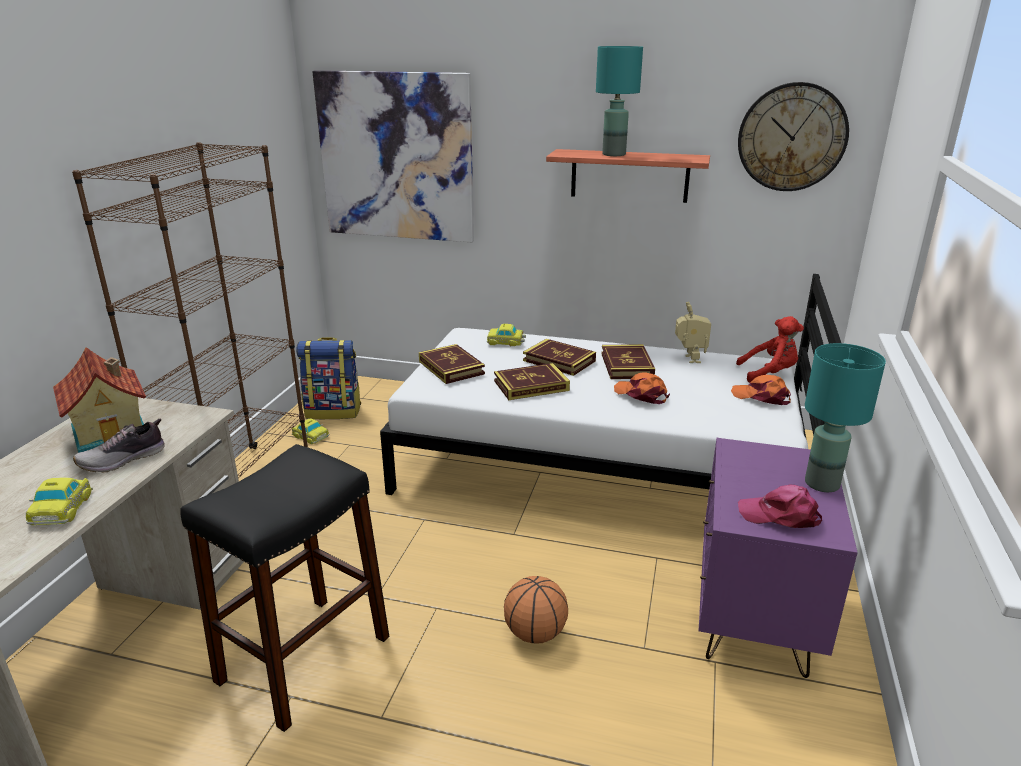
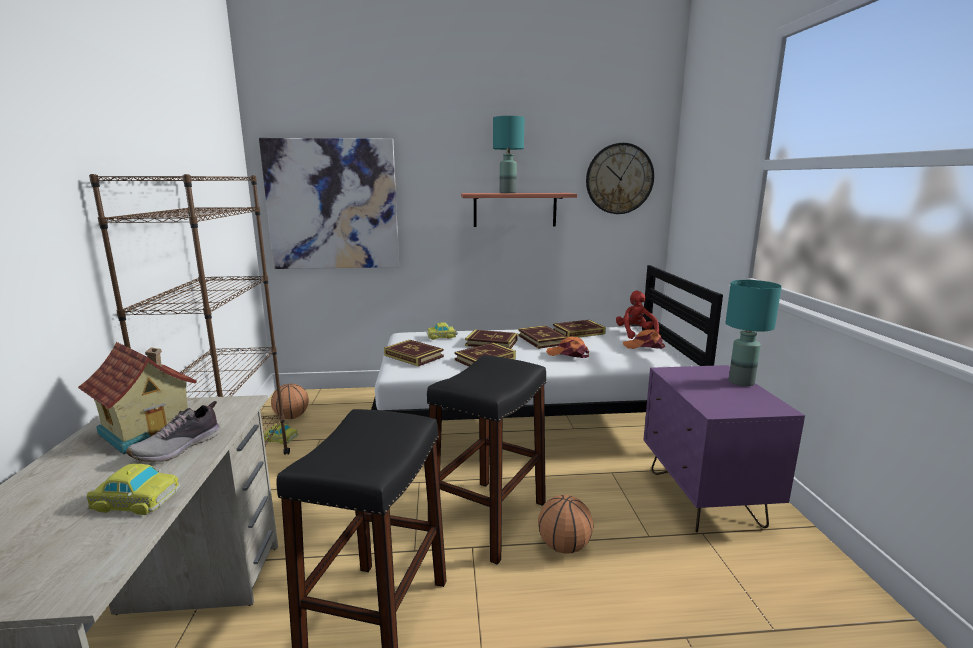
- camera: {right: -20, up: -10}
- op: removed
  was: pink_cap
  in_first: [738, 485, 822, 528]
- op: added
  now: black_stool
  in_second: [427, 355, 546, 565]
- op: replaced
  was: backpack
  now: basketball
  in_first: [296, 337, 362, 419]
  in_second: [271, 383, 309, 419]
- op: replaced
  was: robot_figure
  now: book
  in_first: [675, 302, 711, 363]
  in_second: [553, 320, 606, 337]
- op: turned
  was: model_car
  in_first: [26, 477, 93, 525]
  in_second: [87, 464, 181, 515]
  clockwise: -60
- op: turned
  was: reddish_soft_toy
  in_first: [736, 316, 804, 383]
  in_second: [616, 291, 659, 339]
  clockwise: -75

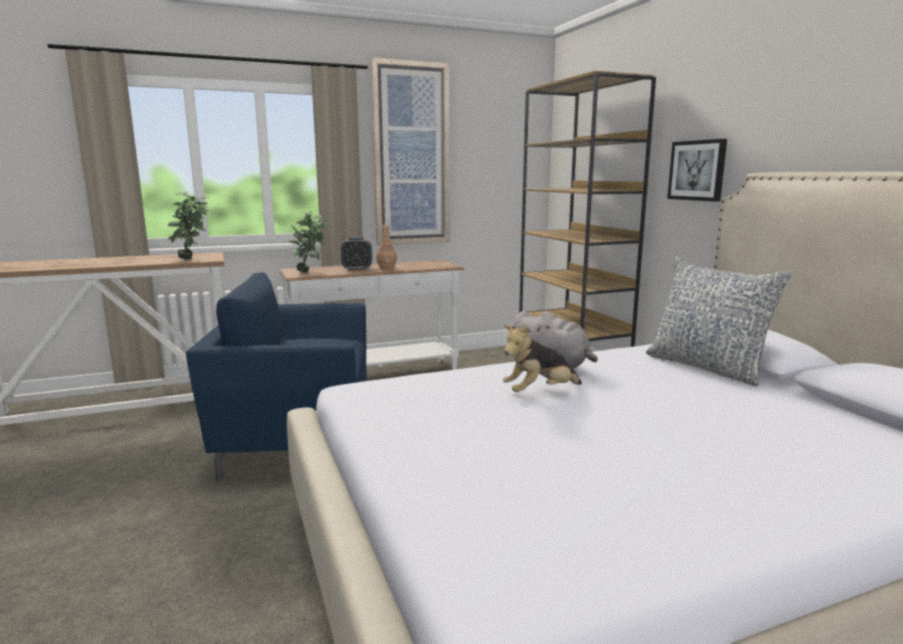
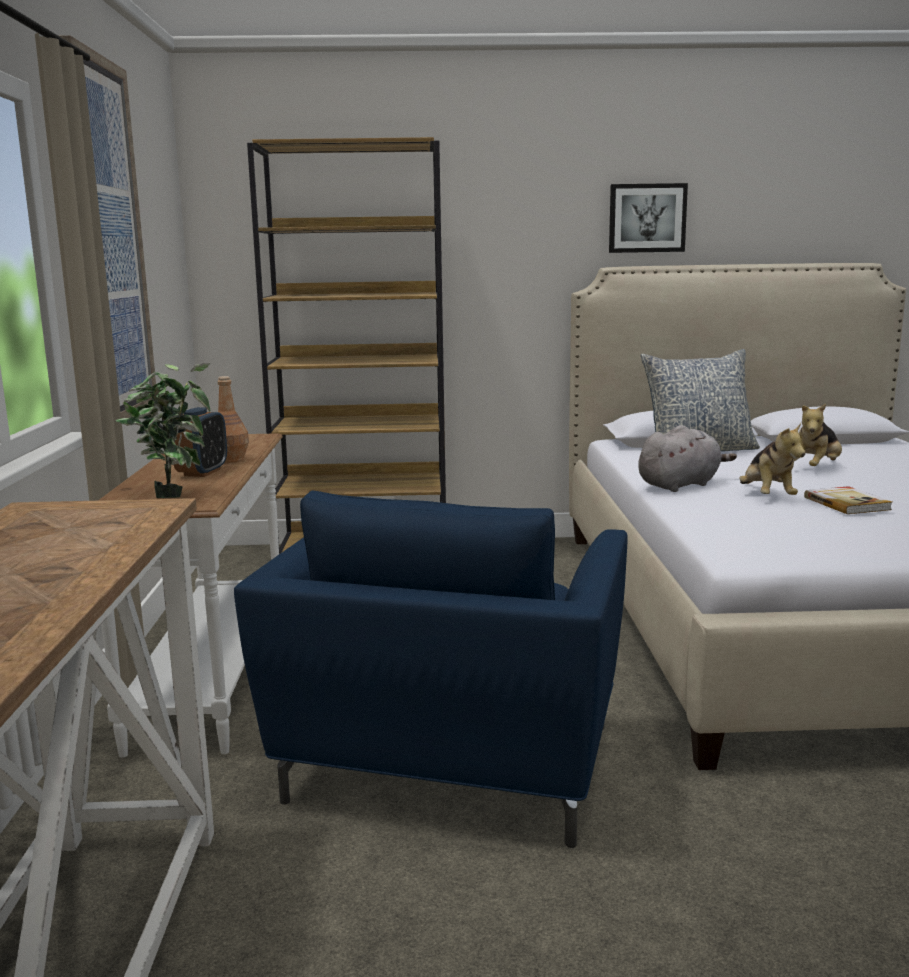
- camera: {right: -70, up: 0}
- op: removed
  was: houseplant
  in_first: [167, 192, 208, 259]
- op: added
  now: soft_toy
  in_second: [794, 404, 842, 466]
- op: added
  now: book
  in_second: [804, 486, 892, 514]
- op: moved
  was: picture
  in_first: [667, 139, 727, 202]
  in_second: [609, 183, 688, 253]

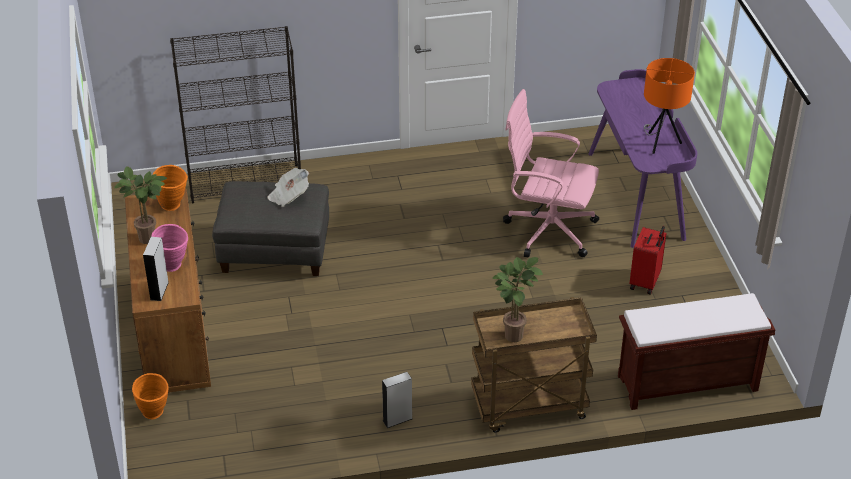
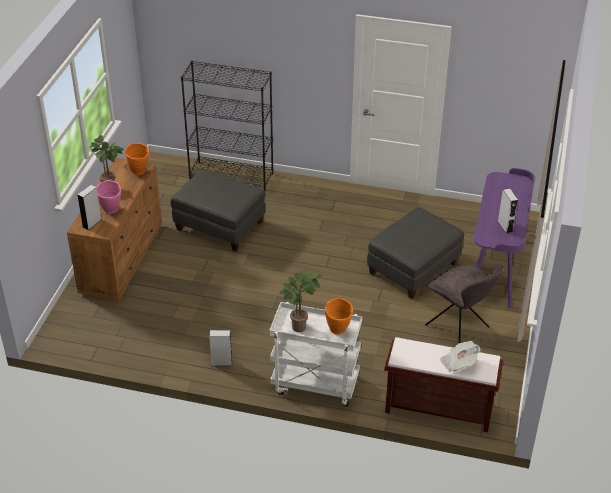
- camera: {right: 25, up: 0}
- op: moved
  was: orange_decorative_vase
  in_first: [132, 373, 169, 419]
  in_second: [325, 298, 353, 335]
- op: moved
  was: daily_paper
  in_first: [268, 168, 309, 207]
  in_second: [440, 341, 481, 372]
- op: replaced
  was: pink_office_chair
  now: greyish_pouffe
  in_first: [503, 89, 599, 258]
  in_second: [367, 207, 464, 299]
- op: replaced
  was: reddish_travel_case
  now: greyish_upright_chair
  in_first: [630, 226, 666, 294]
  in_second: [425, 264, 503, 343]
- op: replaced
  was: orange_table_lamp
  now: greyish_speaker
  in_first: [644, 58, 695, 154]
  in_second: [498, 188, 518, 234]
- op: recoloured
  was: brown-coloured_wheeled_cart
  now: white_wheeled_cart
  in_first: [471, 297, 597, 433]
  in_second: [269, 302, 362, 407]

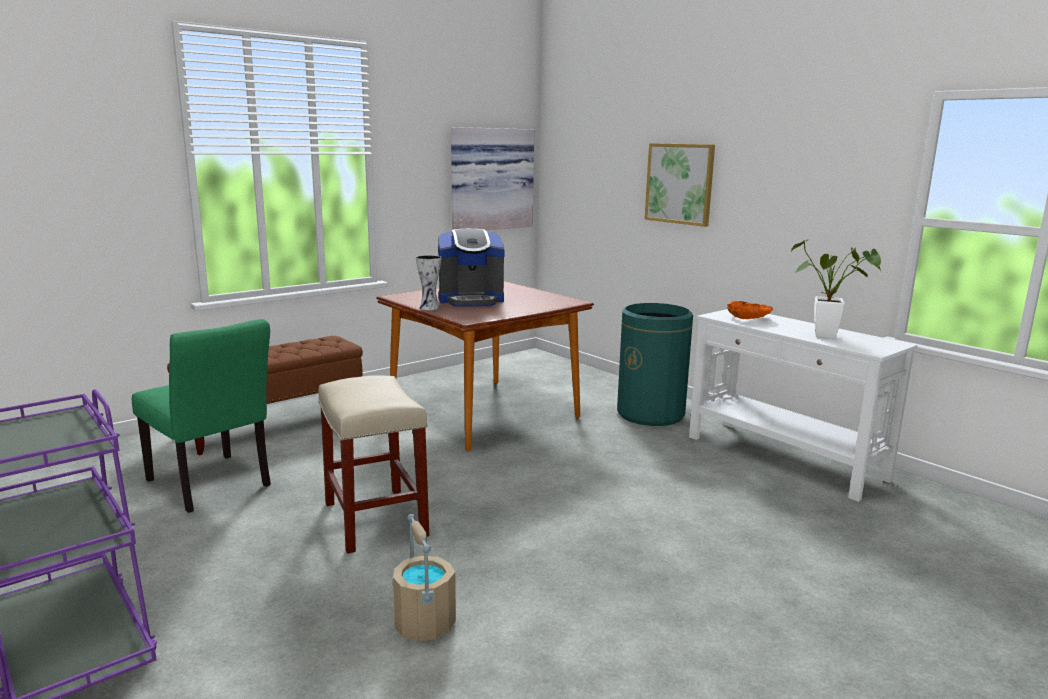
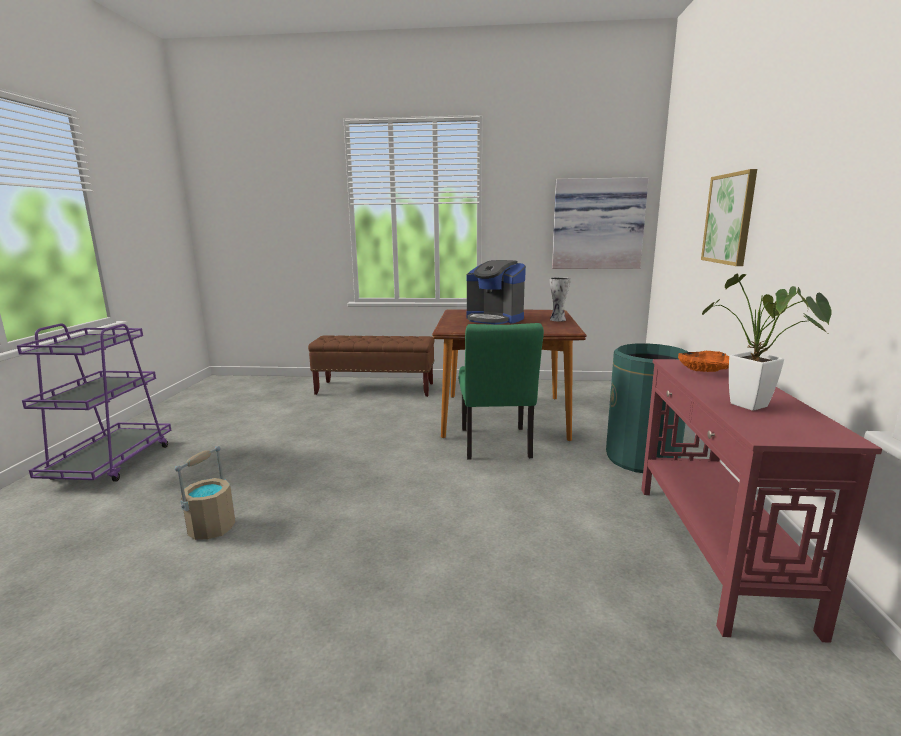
- camera: {right: 45, up: 0}
- op: removed
  was: sand-coloured_stool
  in_first: [318, 375, 429, 554]
- op: moved
  was: green_upright_chair
  in_first: [132, 319, 271, 513]
  in_second: [459, 323, 544, 460]
- op: moved
  was: decorative_vase
  in_first: [416, 255, 441, 310]
  in_second: [550, 277, 571, 321]
- op: recoloured
  was: white_console_table
  now: reddish_console_table
  in_first: [689, 309, 918, 502]
  in_second: [641, 359, 882, 643]

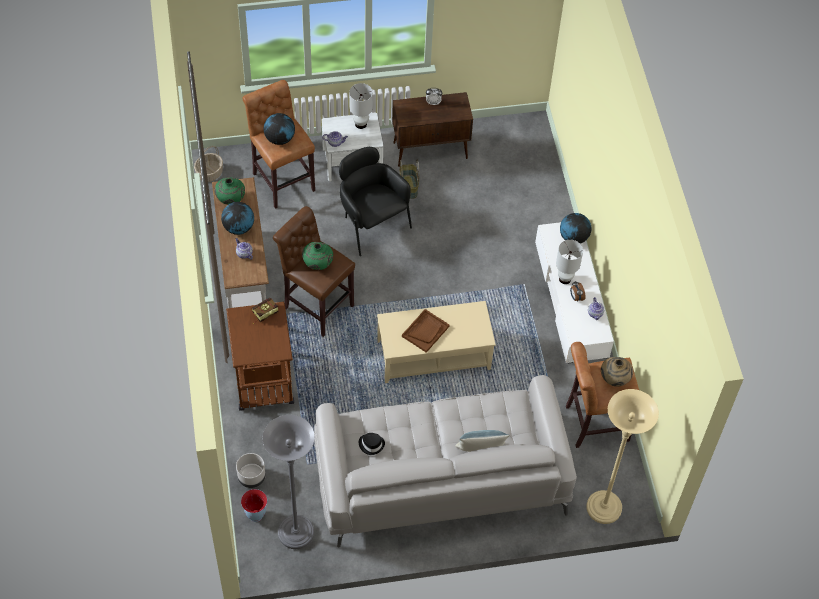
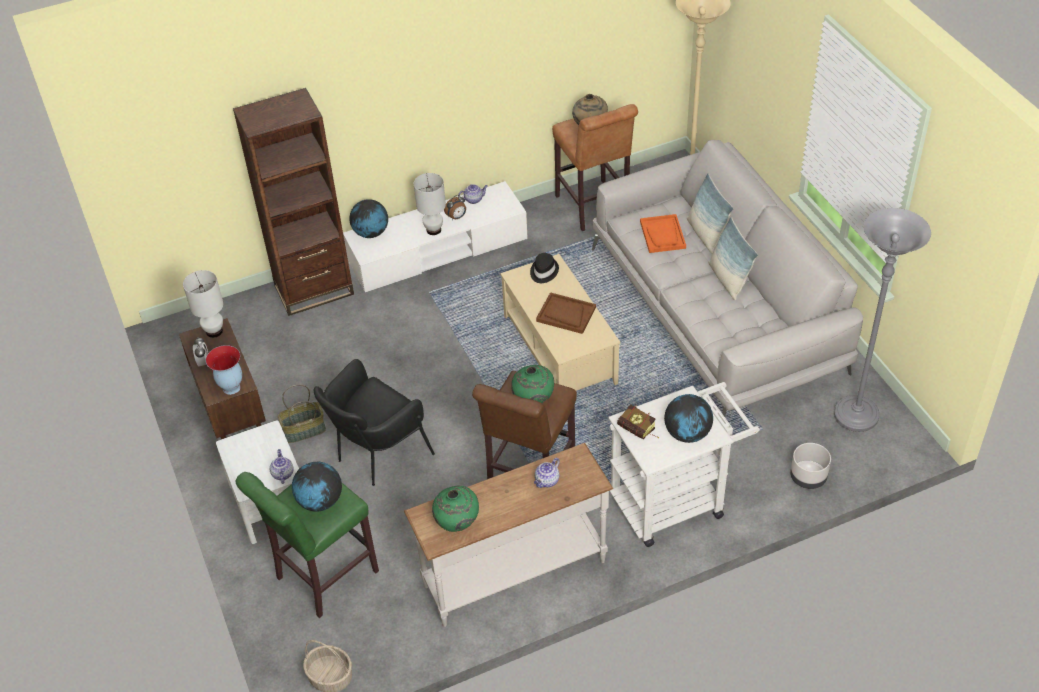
- camera: {right: -100, up: -10}
- op: added
  now: brown-coloured_bookshelf
  in_second: [233, 88, 354, 316]
- op: added
  now: orange_serving_tray
  in_second: [640, 214, 686, 253]
- op: added
  now: throw_pillow
  in_second: [708, 217, 758, 300]
- op: moved
  was: desk_globe
  in_first: [221, 202, 254, 235]
  in_second: [664, 394, 713, 443]
- op: moved
  was: decorative_vase
  in_first: [241, 489, 267, 522]
  in_second: [206, 345, 242, 395]
- op: moved
  was: white_table_lamp
  in_first: [349, 83, 373, 129]
  in_second: [183, 270, 223, 338]
- op: moved
  was: black_clothing_hat
  in_first: [359, 433, 385, 455]
  in_second: [530, 253, 559, 283]
- op: recoloured
  was: brown-coloured_wheeled_cart
  now: white_wheeled_cart
  in_first: [226, 302, 294, 410]
  in_second: [608, 382, 760, 547]
- op: recoloured
  was: brown-coloured_stool
  now: green_stool
  in_first: [242, 80, 315, 209]
  in_second: [235, 472, 379, 618]

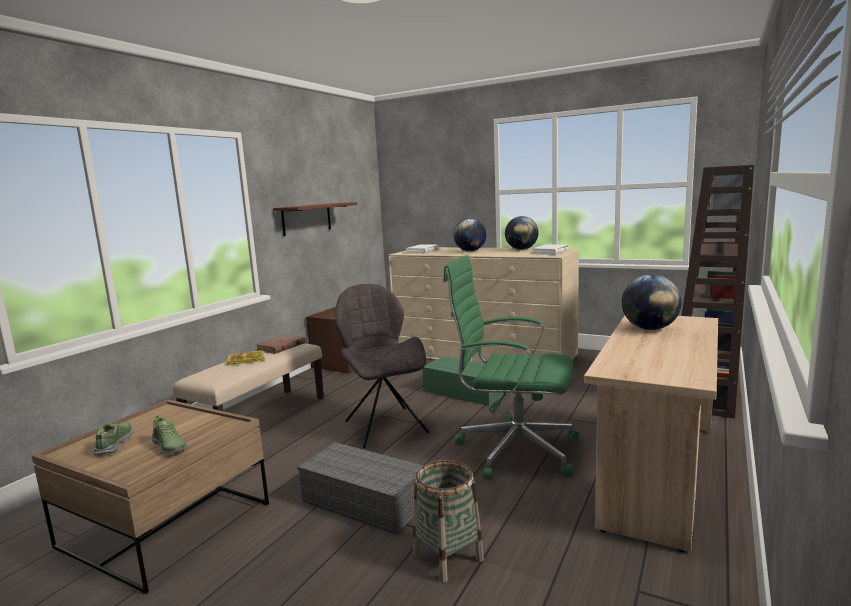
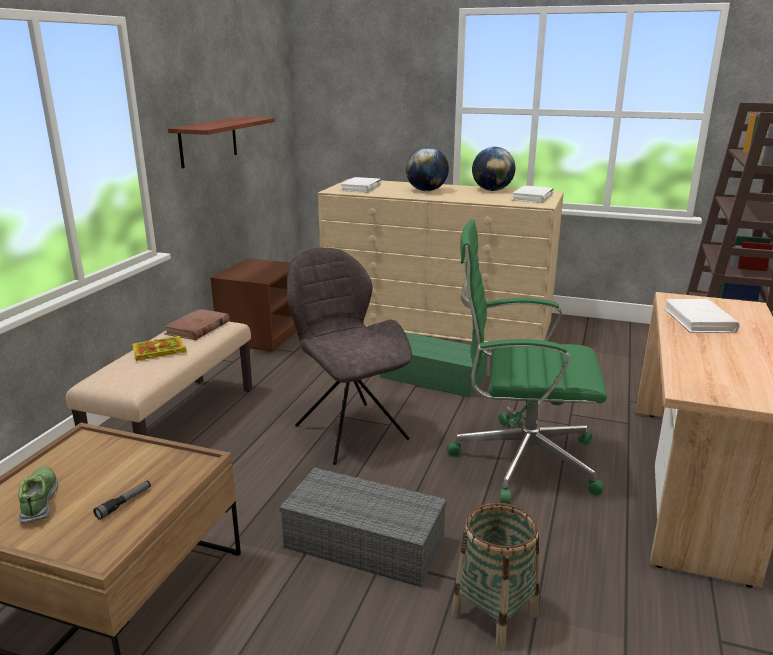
- camera: {right: -10, up: 10}
- op: replaced
  was: low_shoe
  now: hand_torch
  in_first: [152, 415, 187, 454]
  in_second: [93, 480, 151, 520]
- op: replaced
  was: desk_globe
  now: white_book
  in_first: [622, 274, 682, 330]
  in_second: [664, 299, 740, 333]

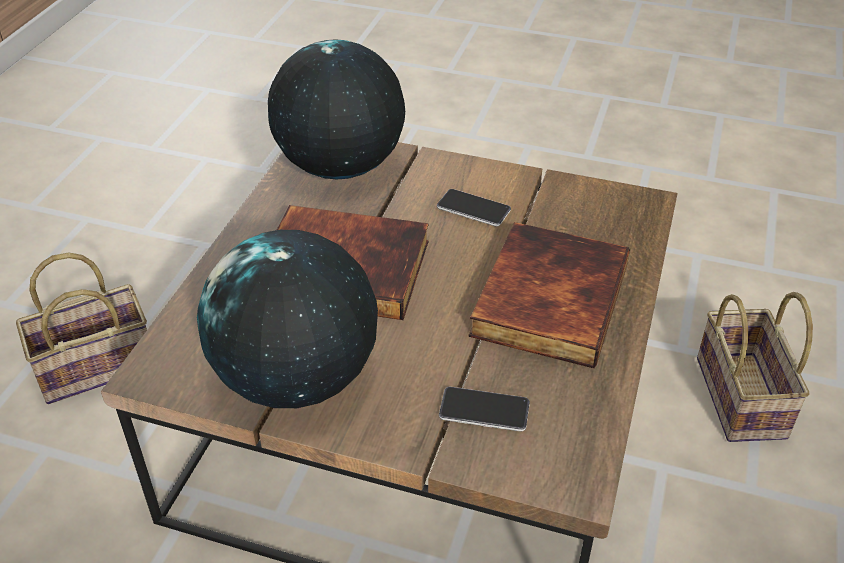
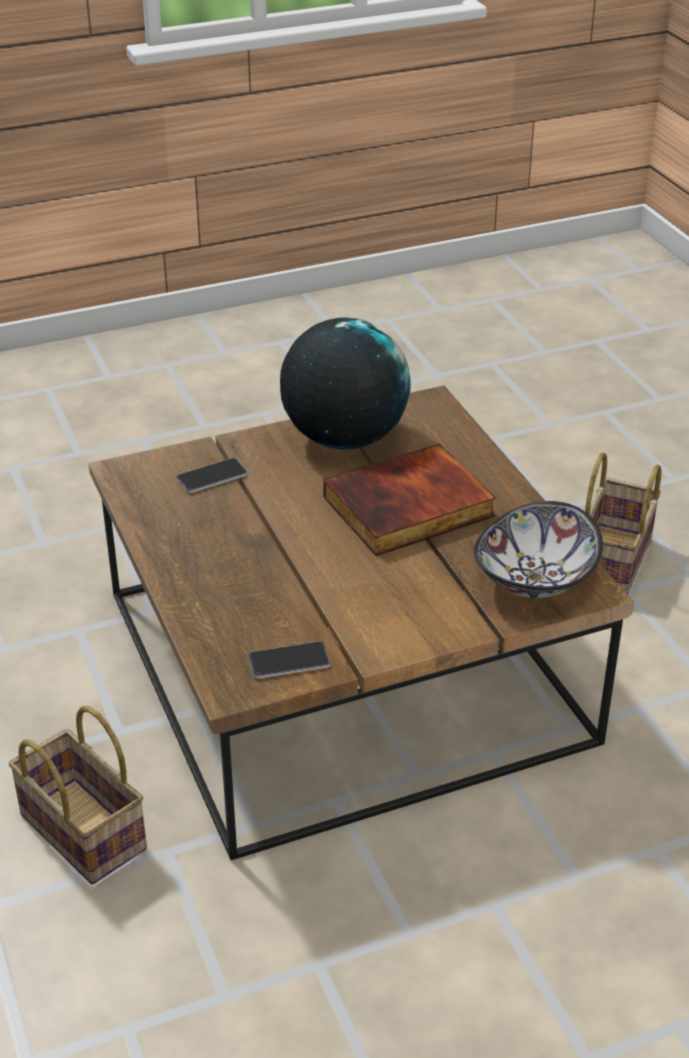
- camera: {right: 140, up: -5}
- op: removed
  was: book
  in_first: [468, 222, 630, 368]
- op: moved
  was: phone
  in_first: [437, 189, 511, 227]
  in_second: [248, 641, 330, 679]
- op: replaced
  was: desk_globe
  now: bowl
  in_first: [268, 39, 405, 180]
  in_second: [474, 501, 603, 598]

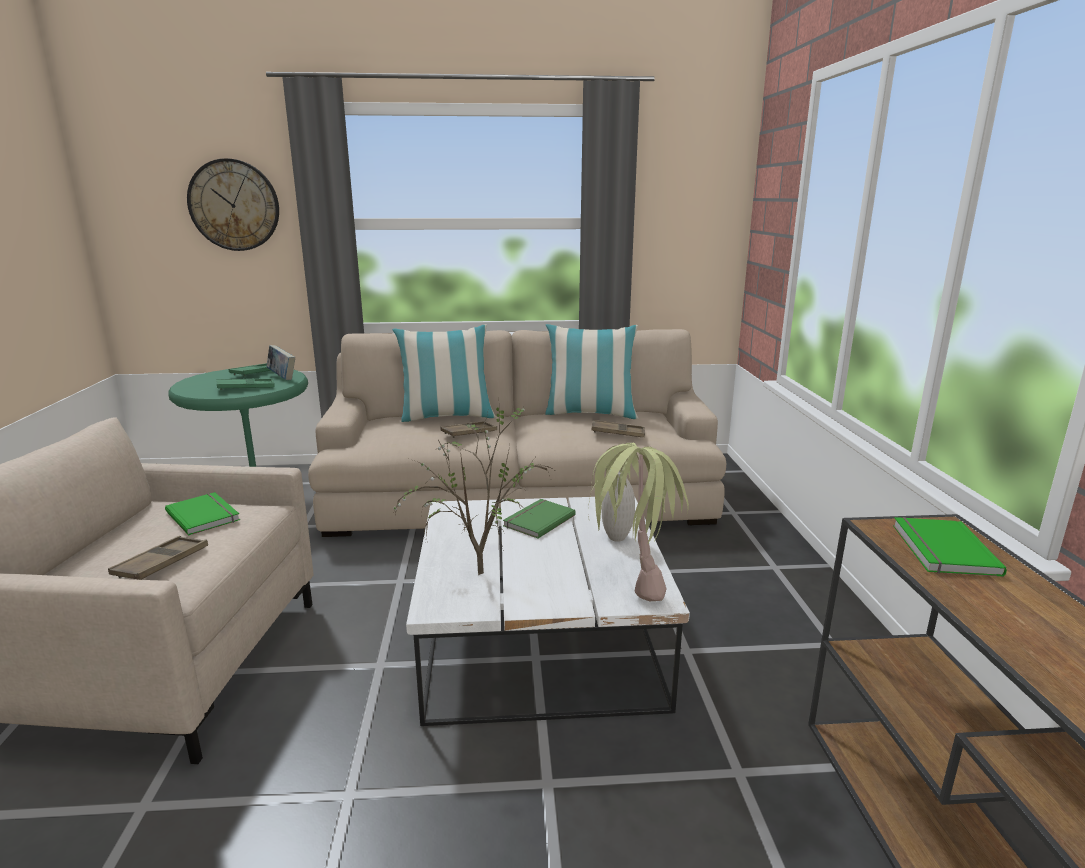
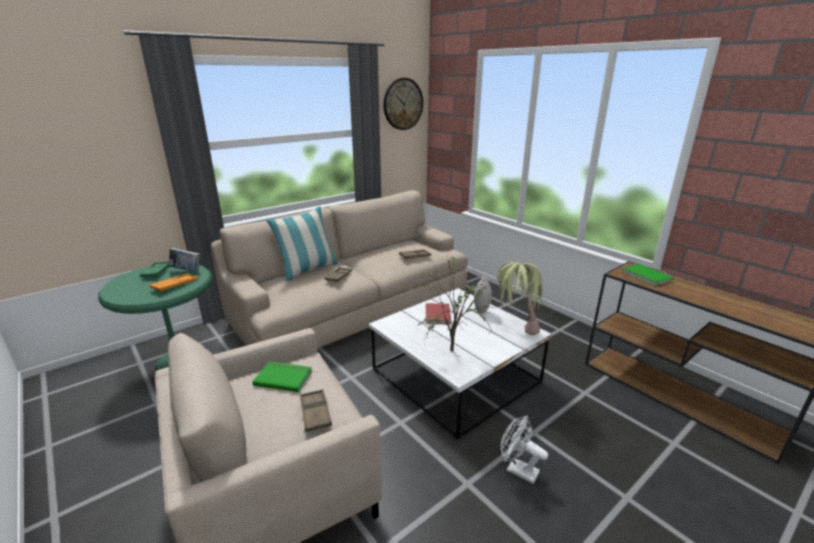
- camera: {right: -35, up: 5}
- op: removed
  was: throw_pillow
  in_first: [545, 324, 638, 419]
- op: added
  now: white_fan
  in_second: [500, 416, 548, 484]
- op: moved
  was: hanging_clock
  in_first: [187, 158, 279, 251]
  in_second: [383, 78, 423, 130]
- op: recoloured
  was: green_serving_tray
  now: orange_serving_tray
  in_first: [216, 379, 275, 390]
  in_second: [149, 273, 198, 292]
- op: recoloured
  was: green_book
  now: reddish_book
  in_first: [503, 499, 576, 539]
  in_second: [426, 303, 451, 324]

